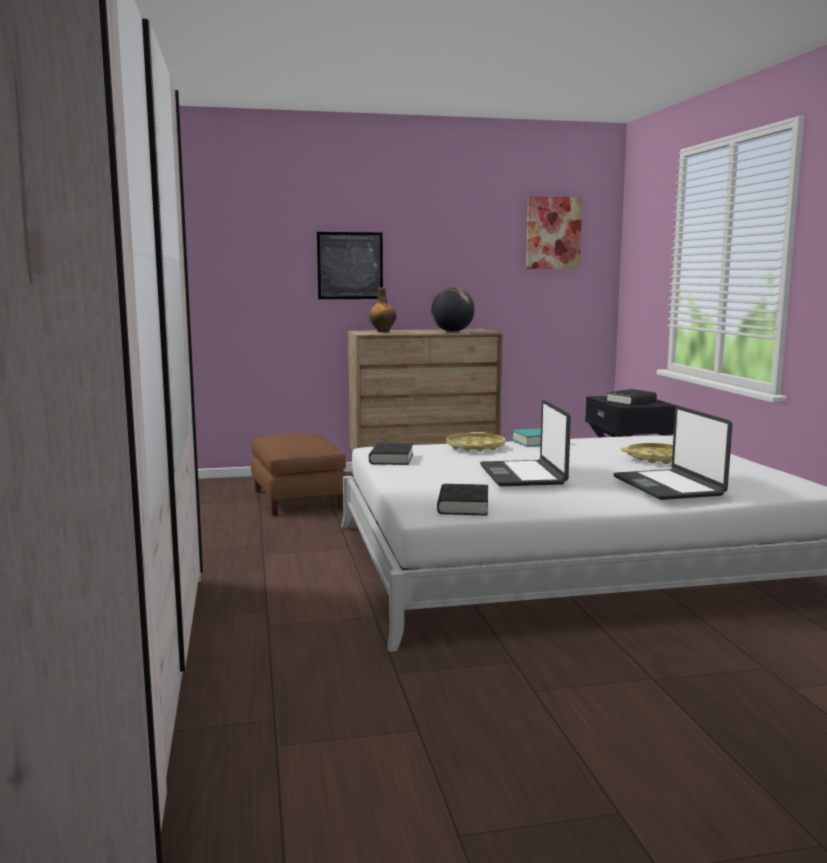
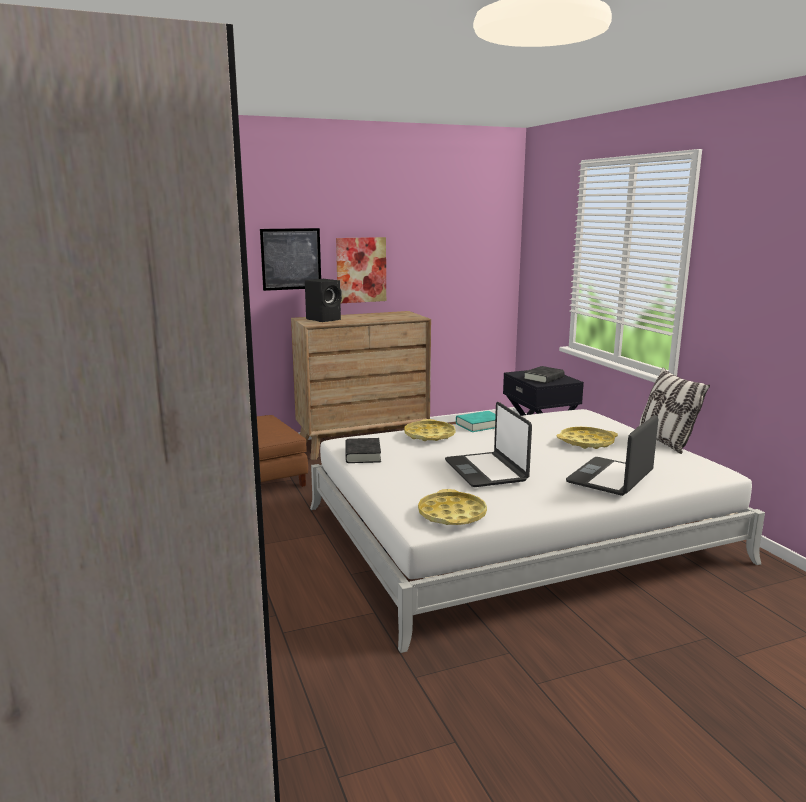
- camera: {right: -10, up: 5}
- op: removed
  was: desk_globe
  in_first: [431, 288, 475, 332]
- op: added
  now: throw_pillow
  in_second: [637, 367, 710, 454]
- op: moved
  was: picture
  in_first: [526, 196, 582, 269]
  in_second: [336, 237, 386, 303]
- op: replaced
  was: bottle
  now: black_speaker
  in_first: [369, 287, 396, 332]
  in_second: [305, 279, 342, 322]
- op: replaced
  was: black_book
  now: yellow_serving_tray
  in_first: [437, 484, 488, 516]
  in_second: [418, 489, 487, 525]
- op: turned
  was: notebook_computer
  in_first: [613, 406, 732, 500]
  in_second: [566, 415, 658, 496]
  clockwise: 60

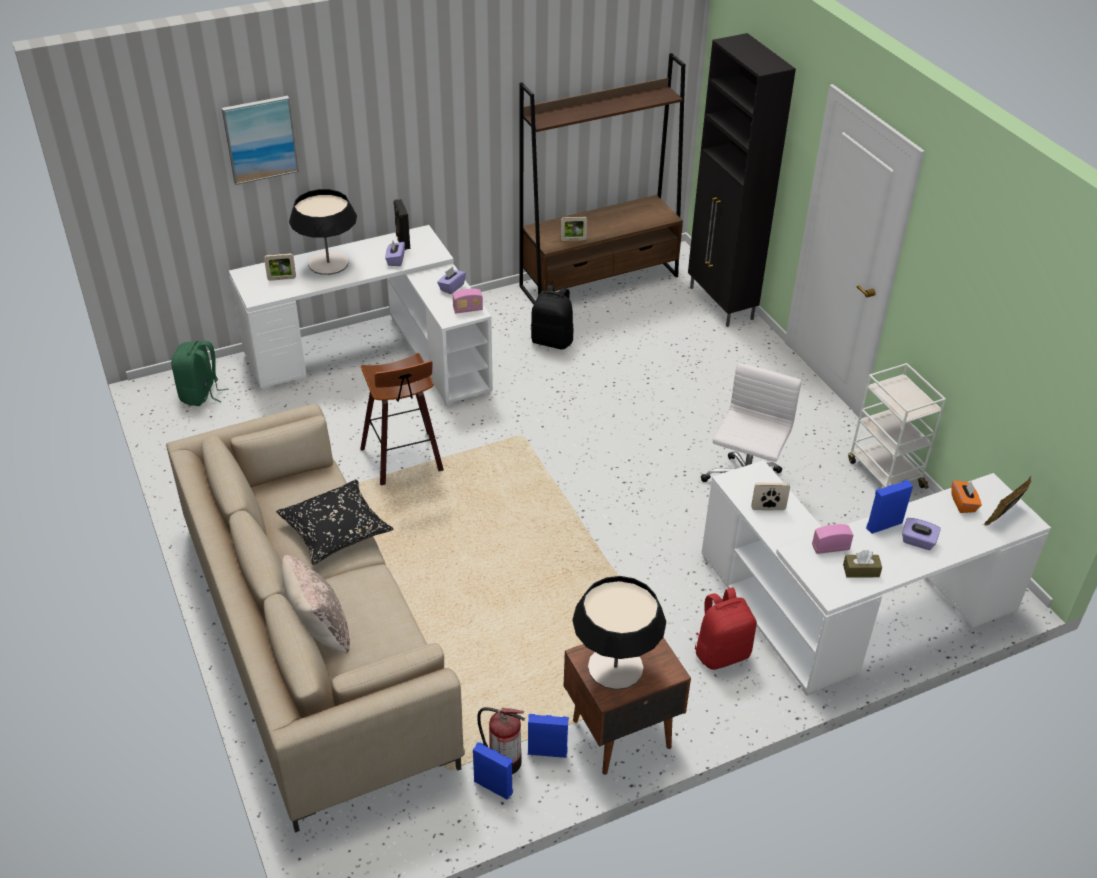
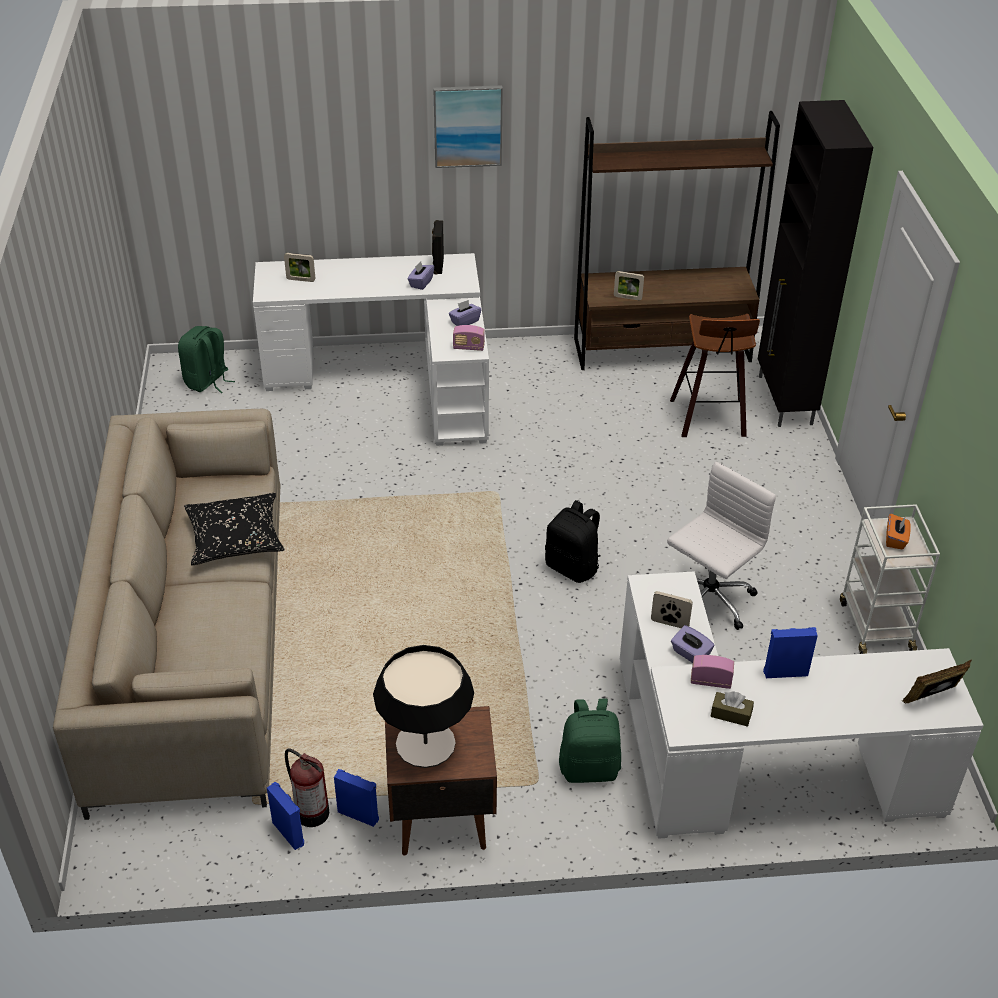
- camera: {right: 20, up: 0}
- op: removed
  was: sand-coloured_throw_pillow
  in_first: [282, 555, 350, 655]
- op: removed
  was: table_lamp
  in_first: [289, 189, 357, 275]
- op: moved
  was: picture
  in_first: [222, 96, 299, 185]
  in_second: [433, 85, 503, 168]
- op: moved
  was: stool
  in_first: [360, 353, 444, 485]
  in_second: [670, 314, 760, 437]
- op: moved
  was: black_backpack
  in_first: [531, 285, 573, 349]
  in_second: [545, 500, 601, 583]
- op: moved
  was: purple-coloured_tissue_holder
  in_first: [902, 518, 941, 550]
  in_second: [671, 625, 714, 663]
- op: moved
  was: orange_tissue_holder
  in_first: [951, 480, 982, 513]
  in_second: [886, 514, 910, 549]
- op: recoloured
  was: reddish_backpack
  now: green_backpack
  in_first: [695, 588, 757, 670]
  in_second: [559, 699, 621, 783]

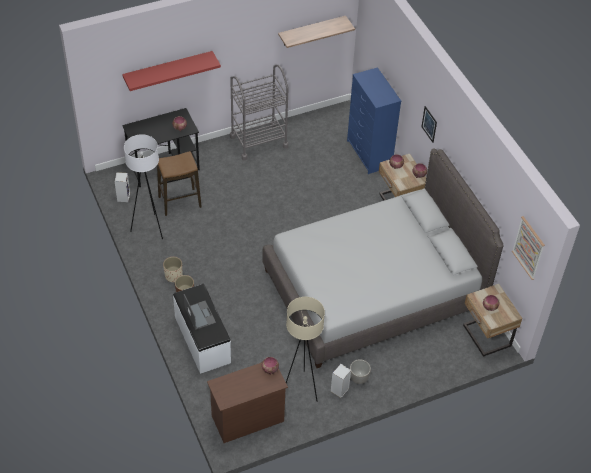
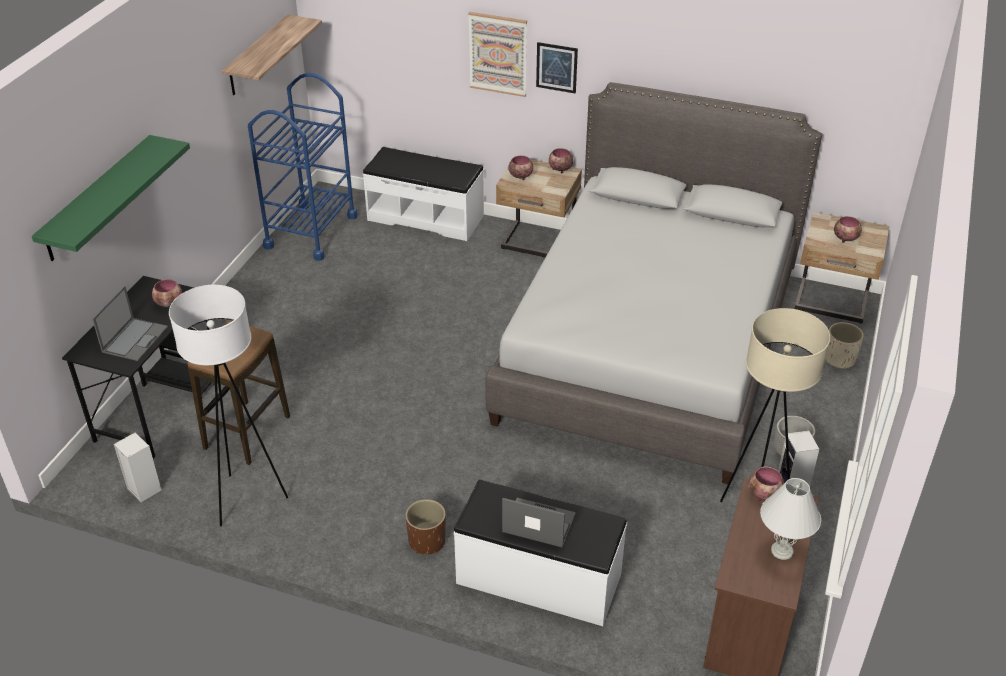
- camera: {right: -45, up: -10}
- op: removed
  was: greyish_wheeled_cart
  in_first: [230, 65, 289, 160]
- op: added
  now: notebook_computer
  in_second: [92, 286, 168, 361]
- op: added
  now: blue-coloured_wheeled_cart
  in_second: [248, 73, 358, 261]
- op: added
  now: white_table_lamp
  in_second: [760, 478, 821, 560]
- op: moved
  was: sand-coloured_plant_pot
  in_first: [163, 257, 182, 282]
  in_second: [825, 322, 864, 369]
- op: moved
  was: picture
  in_first: [512, 216, 545, 280]
  in_second: [468, 12, 527, 97]
- op: replaced
  was: blue-coloured_chest_of_drawers
  now: white_bench
  in_first: [347, 67, 401, 174]
  in_second: [363, 147, 484, 241]
- op: recoloured
  was: reddish_bracket_shelf
  now: green_bracket_shelf
  in_first: [122, 51, 221, 91]
  in_second: [32, 135, 190, 261]

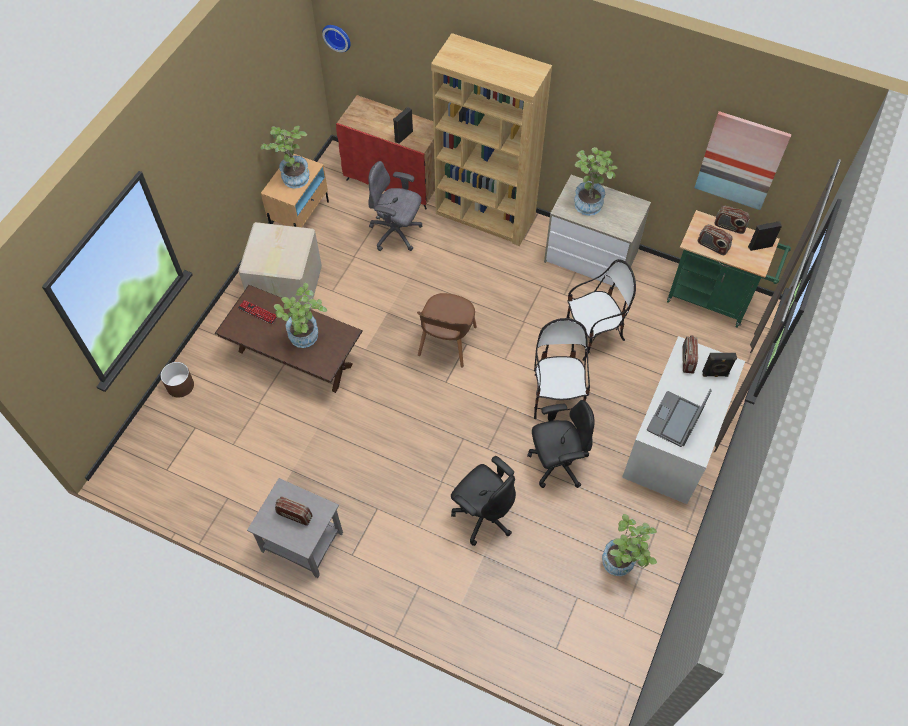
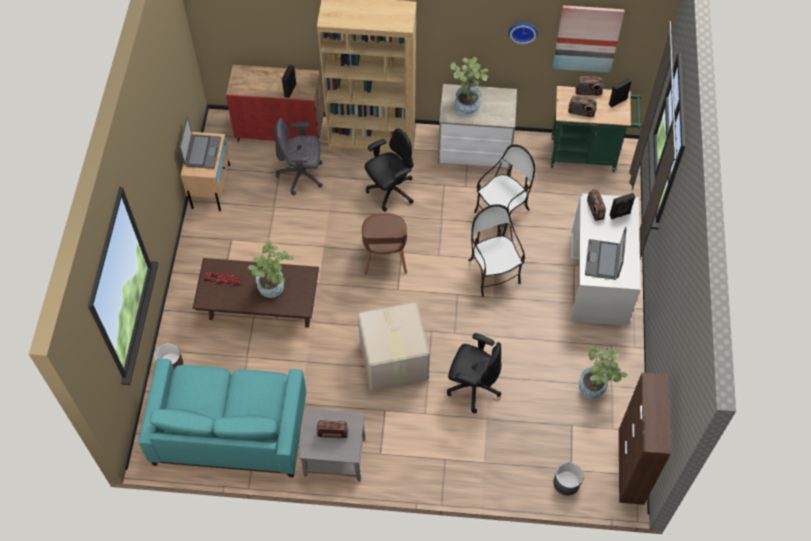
- camera: {right: -20, up: 0}
- op: added
  now: blue-green_couch
  in_second: [138, 358, 306, 478]
- op: added
  now: greyish_plant_pot
  in_second: [554, 462, 583, 496]
- op: added
  now: brown-coloured_storage_cabinet
  in_second: [619, 373, 671, 505]
- op: moved
  was: carton
  in_first: [238, 222, 322, 309]
  in_second: [358, 302, 430, 391]
- op: moved
  was: hanging_clock
  in_first: [322, 25, 351, 52]
  in_second: [508, 23, 538, 44]
- op: moved
  was: black_office_chair
  in_first: [527, 400, 595, 488]
  in_second: [365, 129, 414, 212]
- op: replaced
  was: houseplant
  now: notebook_computer
  in_first: [261, 126, 309, 189]
  in_second: [179, 116, 221, 169]

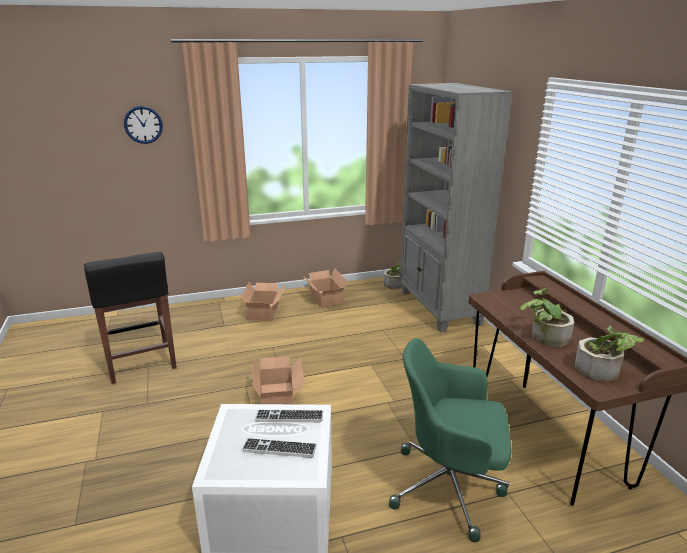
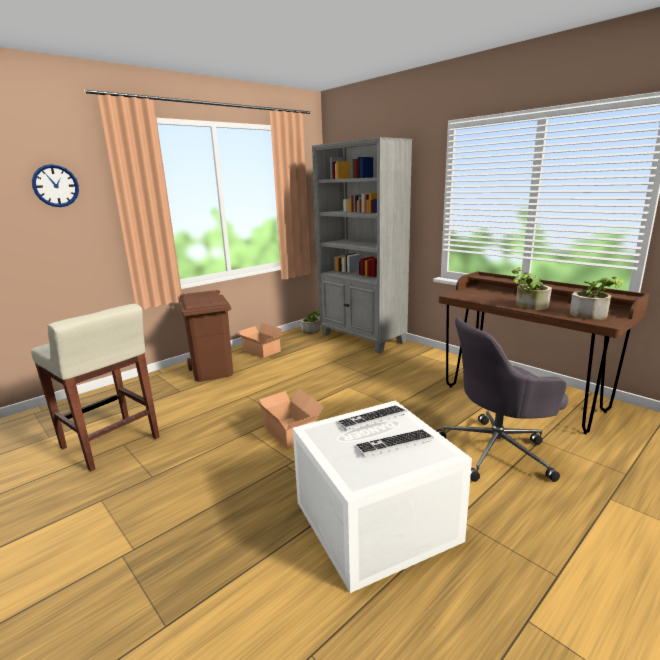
- camera: {right: -25, up: -5}
- op: replaced
  was: carton
  now: brown-coloured_trash_can
  in_first: [241, 282, 285, 321]
  in_second: [179, 290, 233, 382]
- op: recoloured
  was: black_stool
  now: sand-coloured_stool
  in_first: [84, 252, 177, 384]
  in_second: [31, 304, 160, 471]
- op: recoloured
  was: green_office_chair
  now: greyish_office_chair
  in_first: [389, 338, 512, 542]
  in_second: [437, 317, 568, 482]

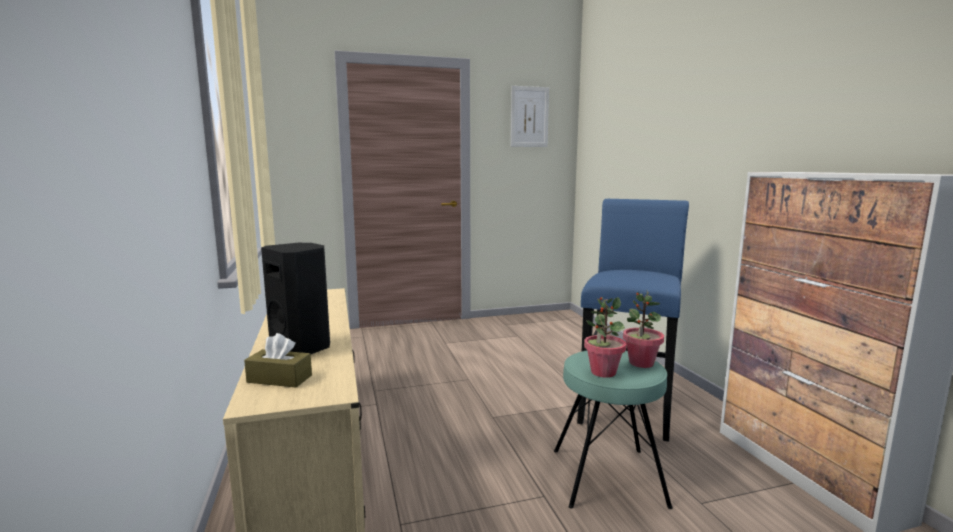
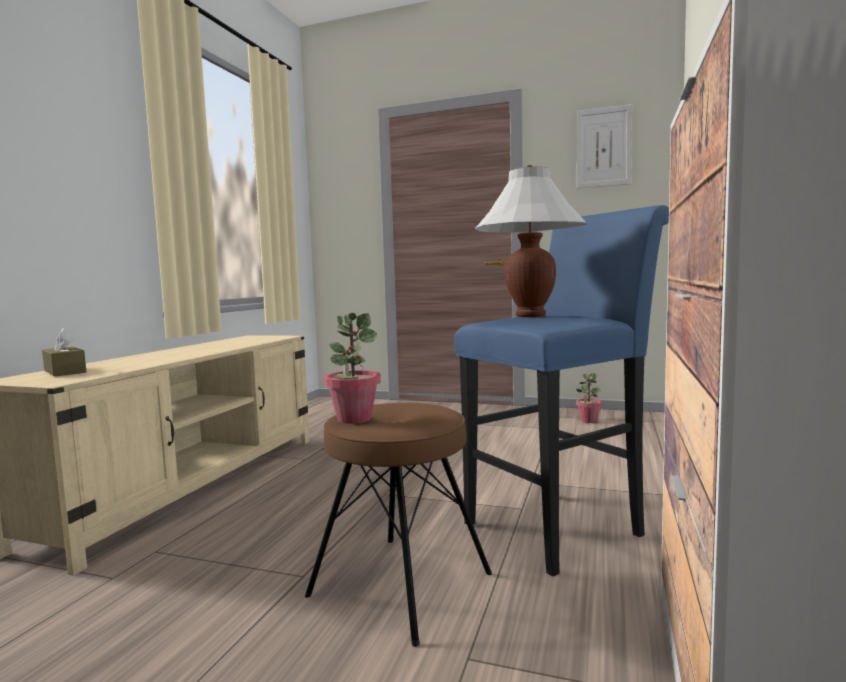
- camera: {right: 35, up: -5}
- op: removed
  was: black_speaker
  in_first: [261, 243, 330, 354]
- op: added
  now: white_table_lamp
  in_second: [475, 165, 588, 317]
- op: moved
  was: houseplant
  in_first: [623, 291, 664, 368]
  in_second: [576, 373, 603, 423]
- op: recoloured
  was: blue-green_stool
  now: brown-coloured_stool
  in_first: [554, 350, 673, 509]
  in_second: [305, 403, 492, 647]

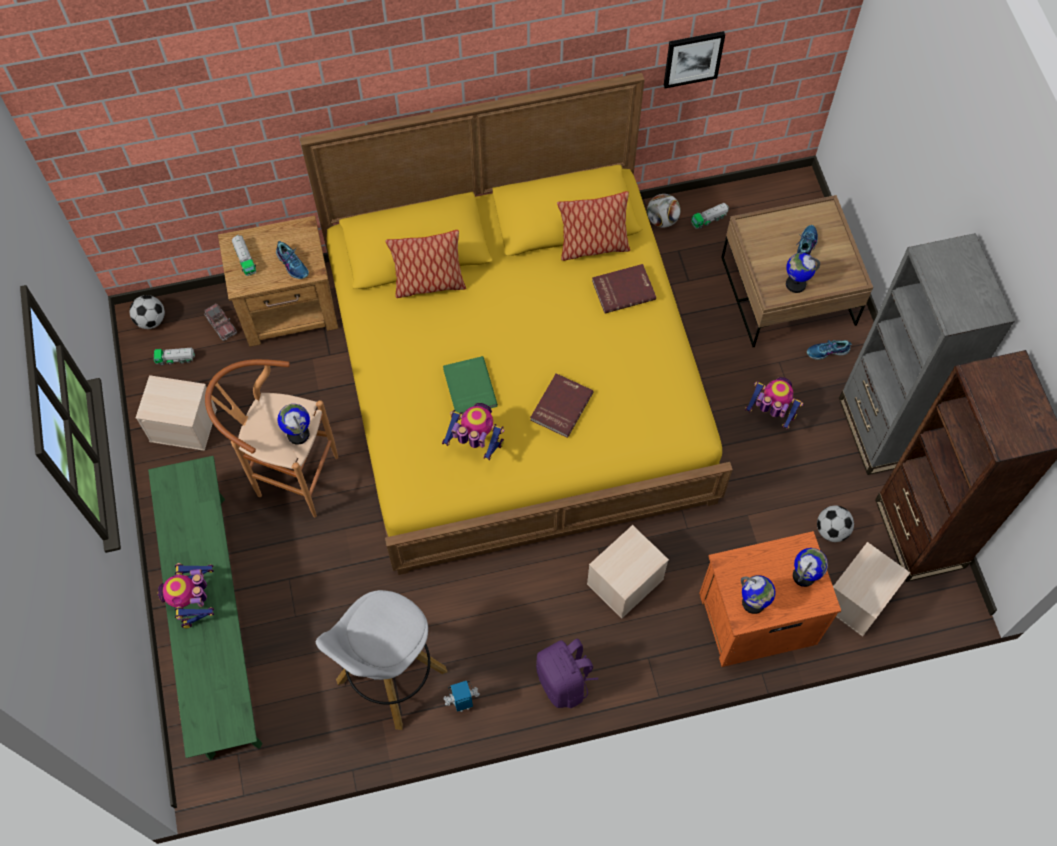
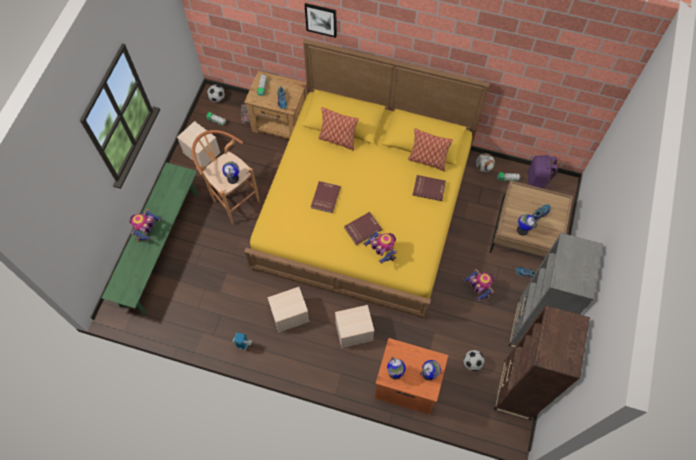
- camera: {right: 30, up: 0}
- op: removed
  was: white_stool
  in_first: [316, 590, 447, 730]
- op: moved
  was: robot_figure
  in_first: [442, 403, 505, 460]
  in_second: [363, 231, 397, 264]
- op: moved
  was: purple-coloured_backpack
  in_first: [536, 638, 598, 708]
  in_second: [528, 155, 558, 189]
- op: moved
  was: picture
  in_first: [664, 31, 725, 88]
  in_second: [305, 3, 337, 38]
- op: moved
  was: sand-coloured_storage_container
  in_first: [833, 542, 910, 637]
  in_second: [267, 287, 310, 332]
- op: recoloured
  was: green_book
  now: reddish_book
  in_first: [443, 356, 498, 414]
  in_second: [311, 181, 341, 213]

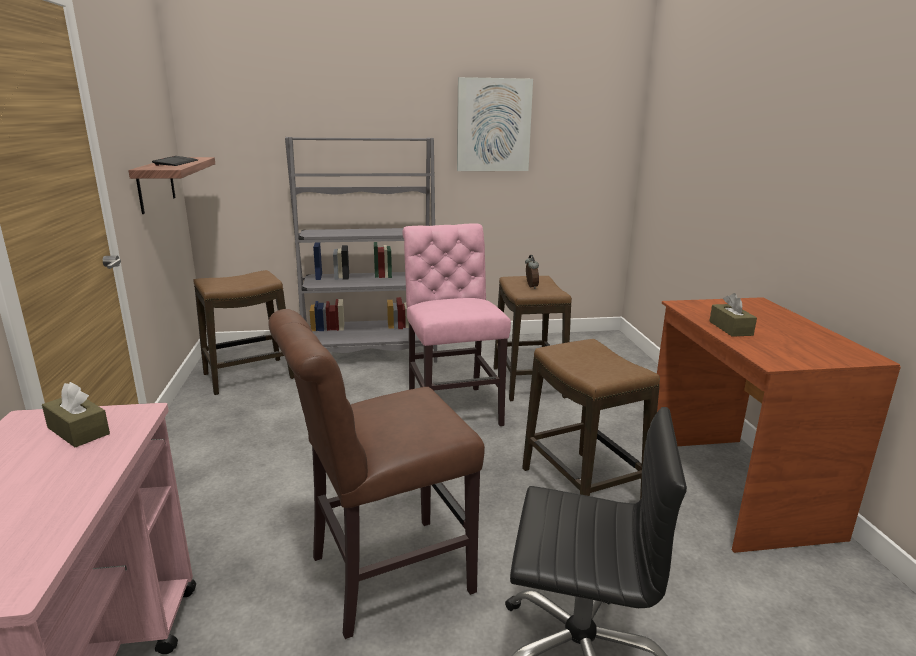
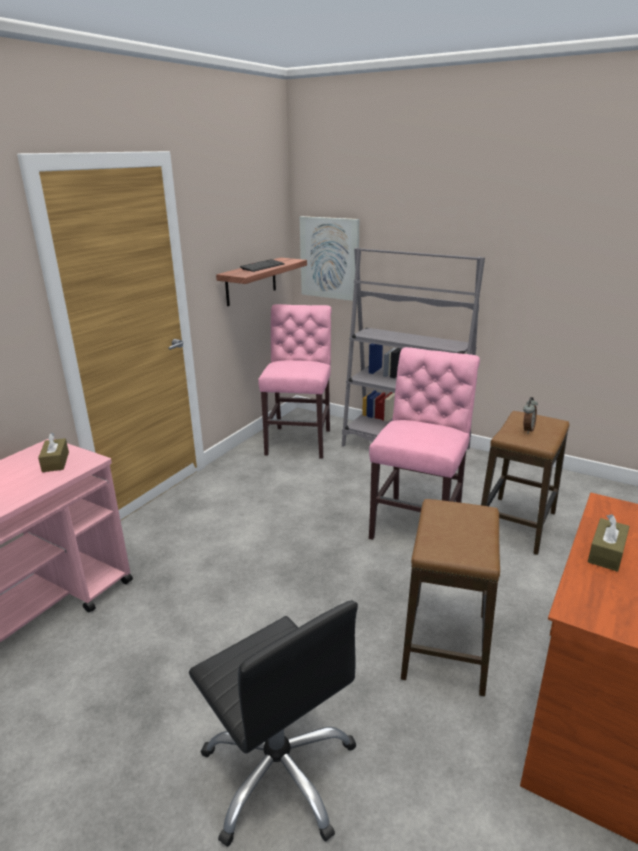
- camera: {right: 40, up: 5}
- op: removed
  was: brown-coloured_upright_chair
  in_first: [269, 309, 485, 639]
- op: moved
  was: picture
  in_first: [457, 77, 533, 171]
  in_second: [300, 216, 359, 301]
- op: replaced
  was: stool
  now: pink_upright_chair
  in_first: [193, 270, 294, 395]
  in_second: [258, 304, 332, 459]

